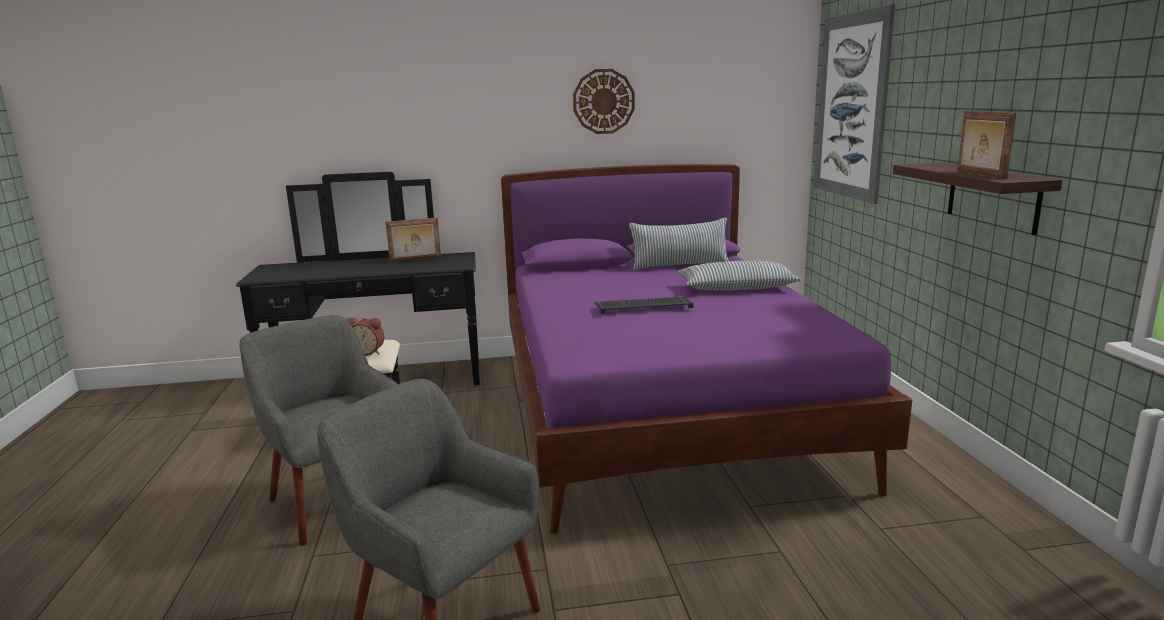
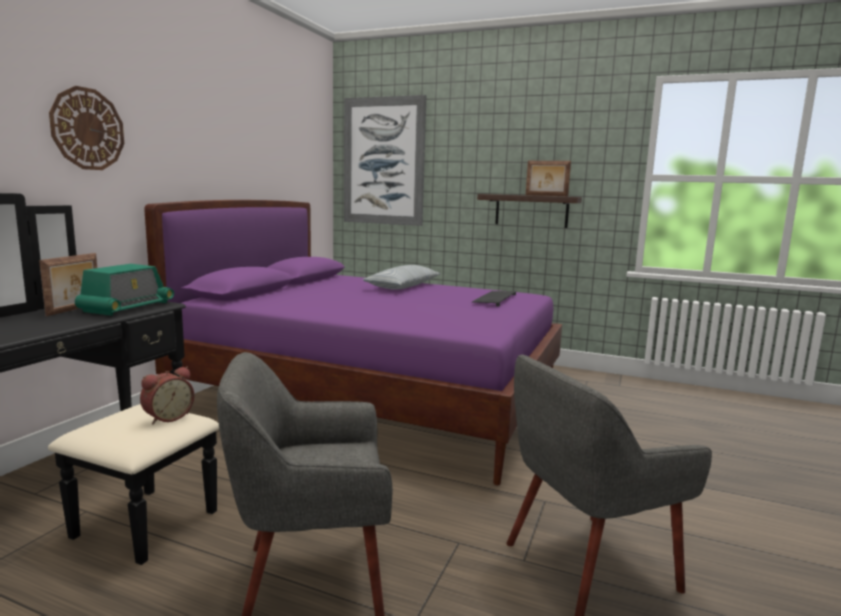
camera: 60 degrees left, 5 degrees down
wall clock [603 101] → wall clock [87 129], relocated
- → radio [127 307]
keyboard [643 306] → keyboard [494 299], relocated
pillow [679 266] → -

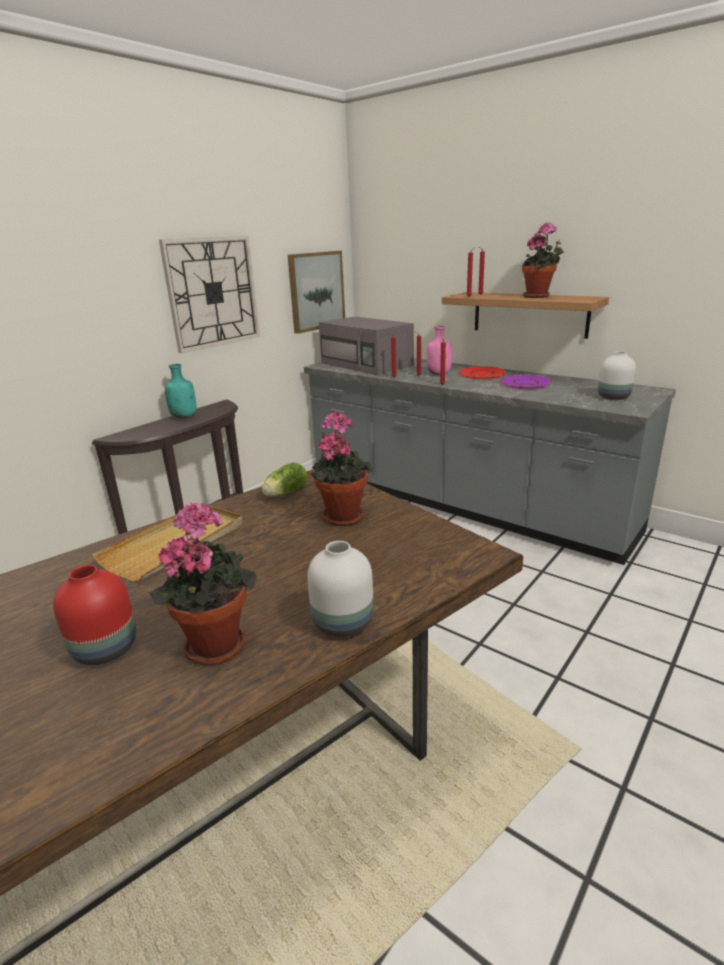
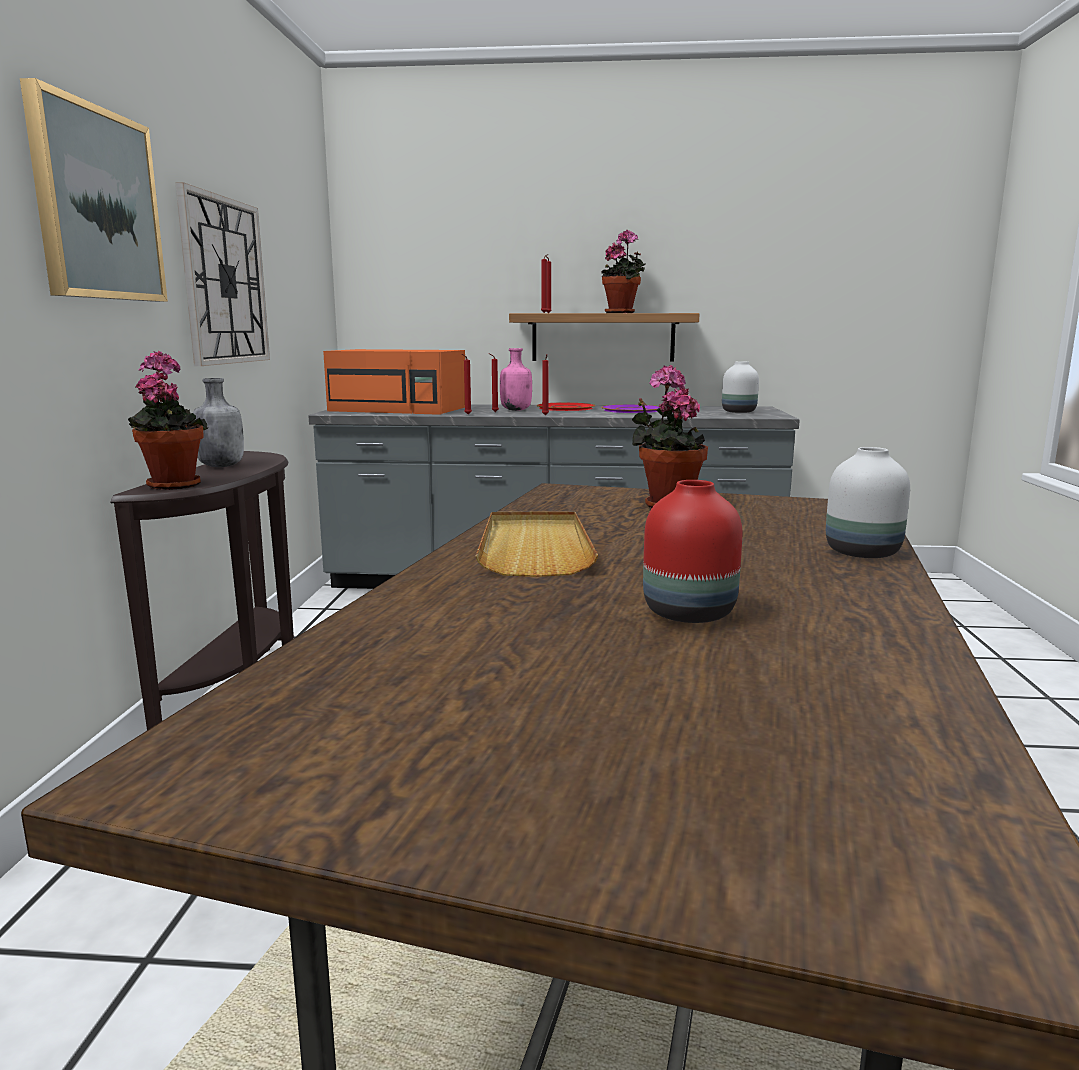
camera: 35 degrees left, 10 degrees down
picture [316 291] → picture [96 205], relocated
potted plant [216 642] → potted plant [172 484], relocated
turquoise bottle [184 416] → grey bottle [222 466]
grey microwave [367 364] → orange microwave [399 409]
lettuce [284 493] → -

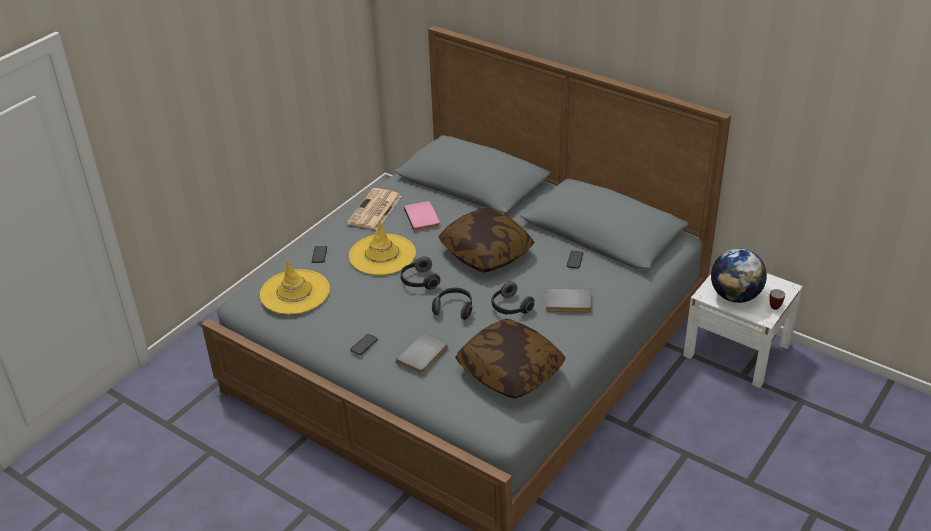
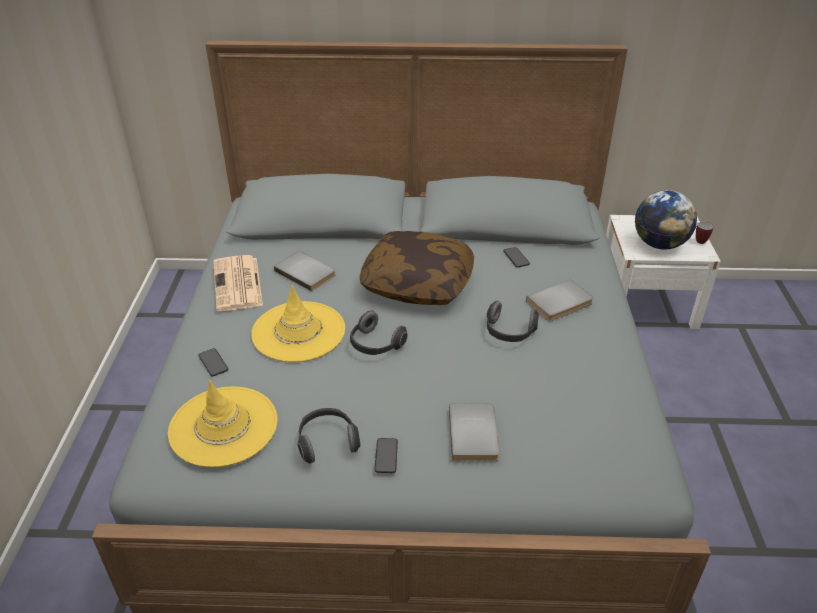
camera: 35 degrees left, 0 degrees up
pink book [423 217] → grey book [307 272]
headphones [454 309] → headphones [327 442], relocated
pillow [510 371] → -

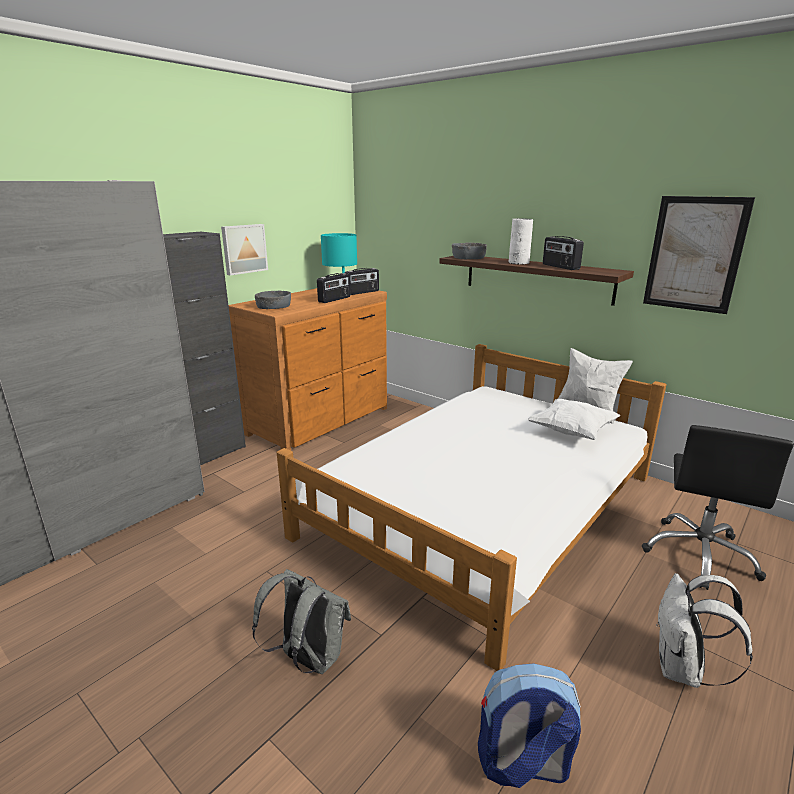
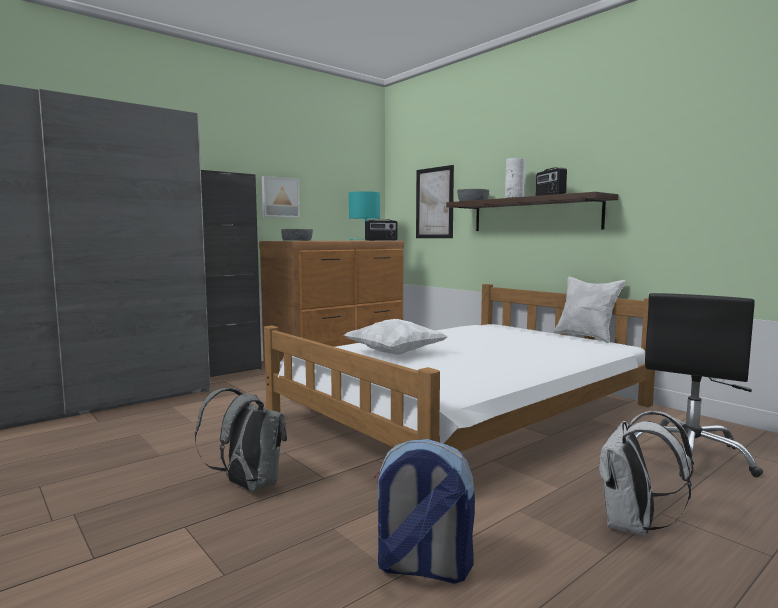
camera: 10 degrees right, 15 degrees down
white pillow [572 432] → white pillow [395 353], relocated
picture [694 254] → picture [434 203], relocated
radio [334 299] → -

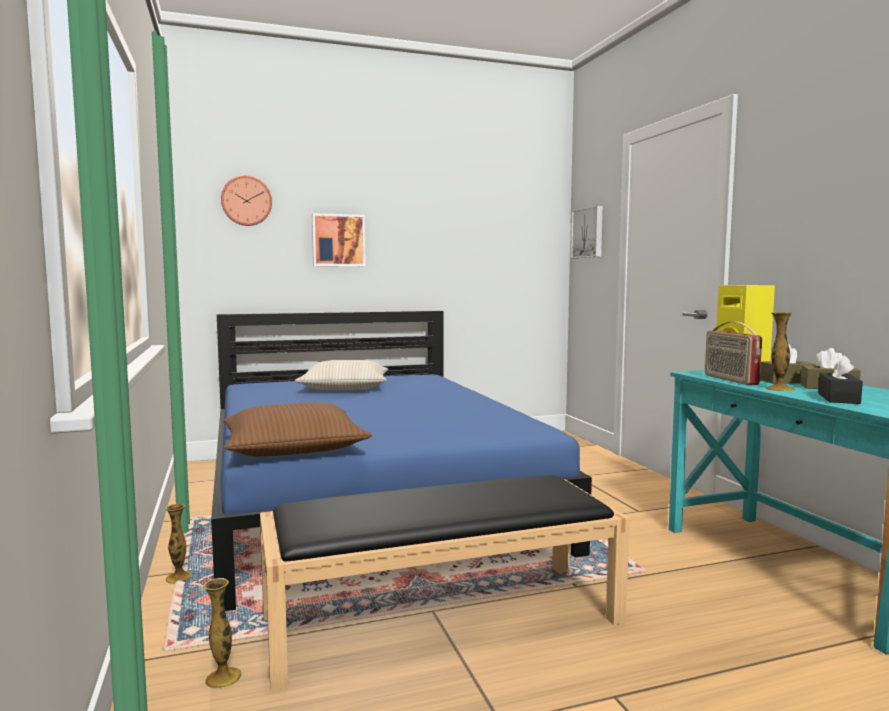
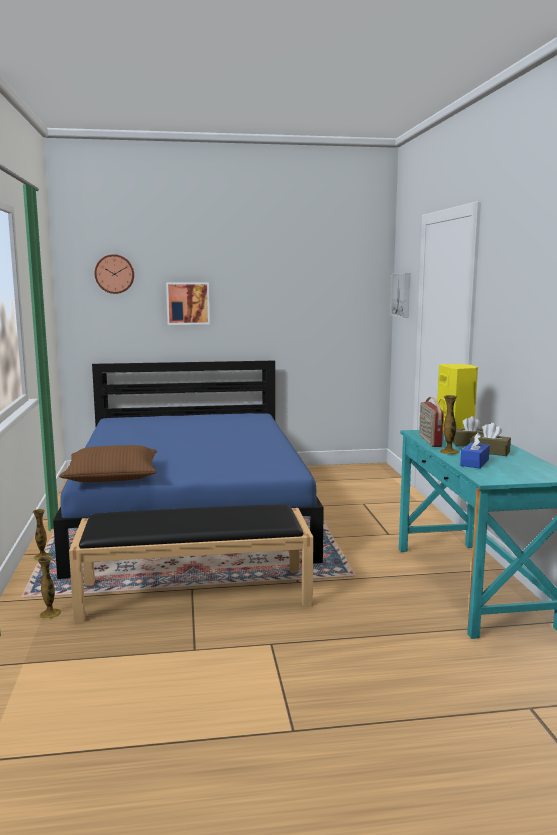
camera: 10 degrees right, 5 degrees up
black tissue box [838 398] → blue tissue box [474 462]
beige pillow [345 388] → -

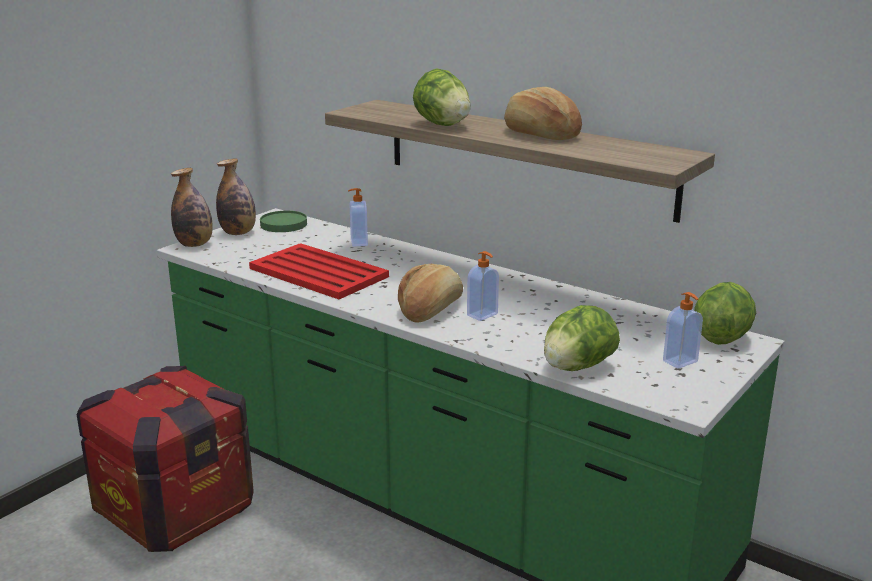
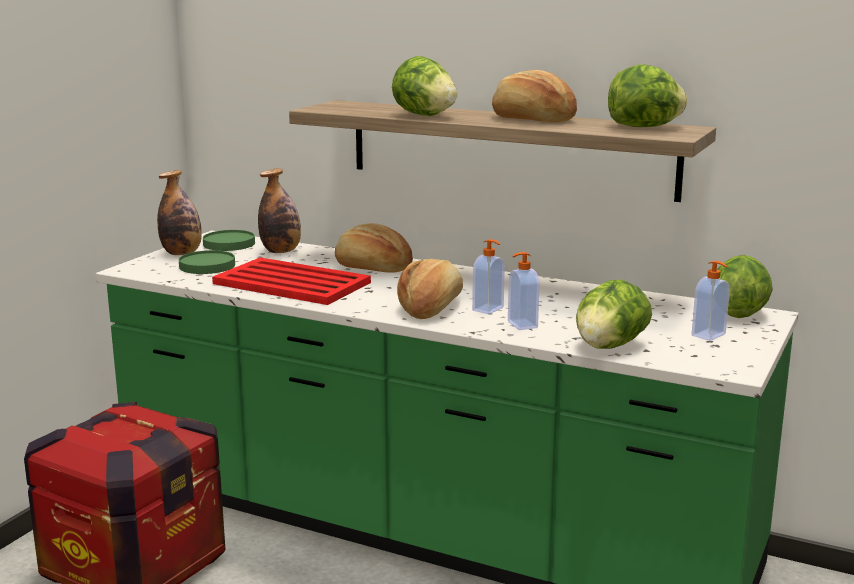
camera: 10 degrees left, 5 degrees down
- → green plate [206 266]
bottle [194 244] → bottle [281 251], relocated
- → bread [372 267]
soap dispenser [358 242] → soap dispenser [521 325], relocated
- → lettuce [644 127]

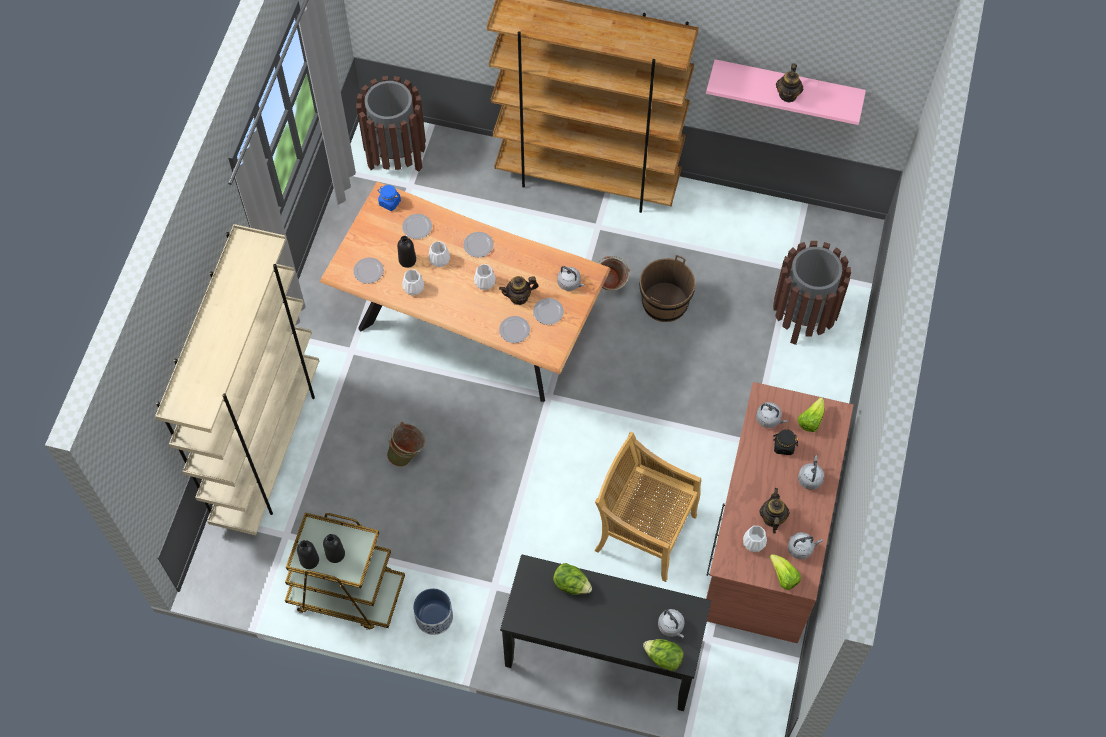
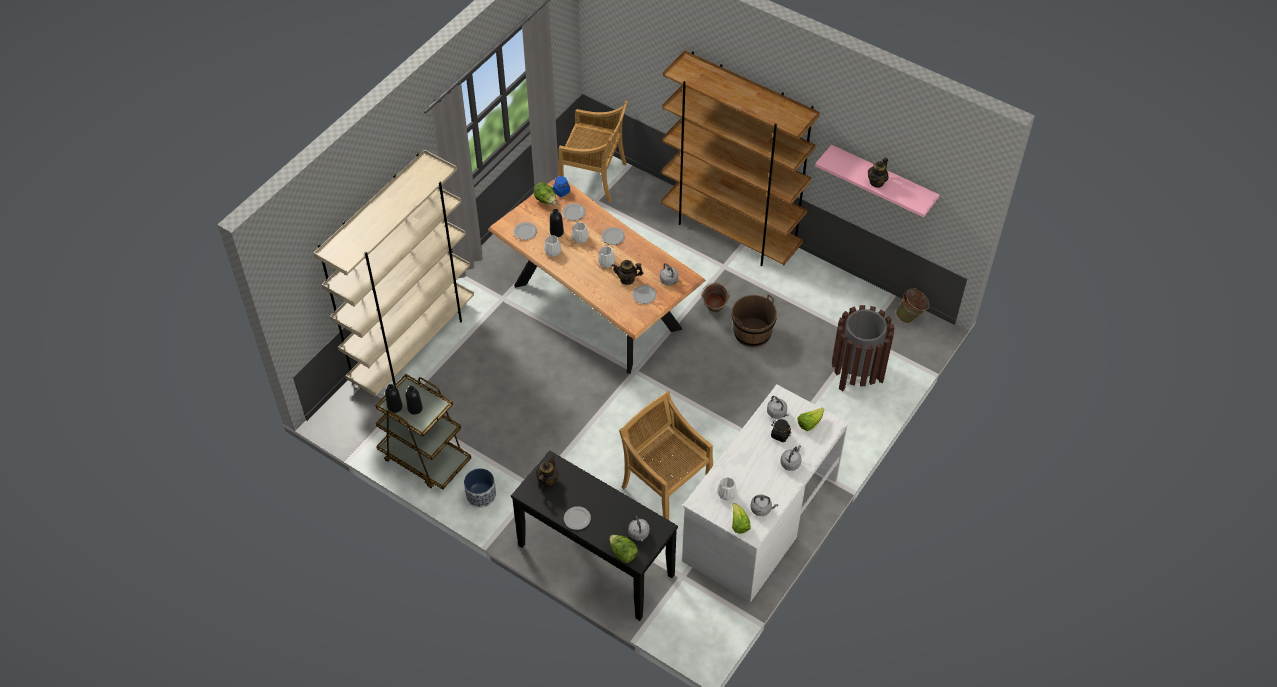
camera: 20 degrees right, 10 degrees down
lettuce [571 584] → lettuce [546 200], relocated
teapot [772 518] → teapot [547 480], relocated
brown trash can [396 155] → beige chair [594 177]
plate [514 330] → plate [577 518], relocated
brown desk [767 538] → white desk [759 520]
green bucket [408 455] → green bucket [911 317], relocated

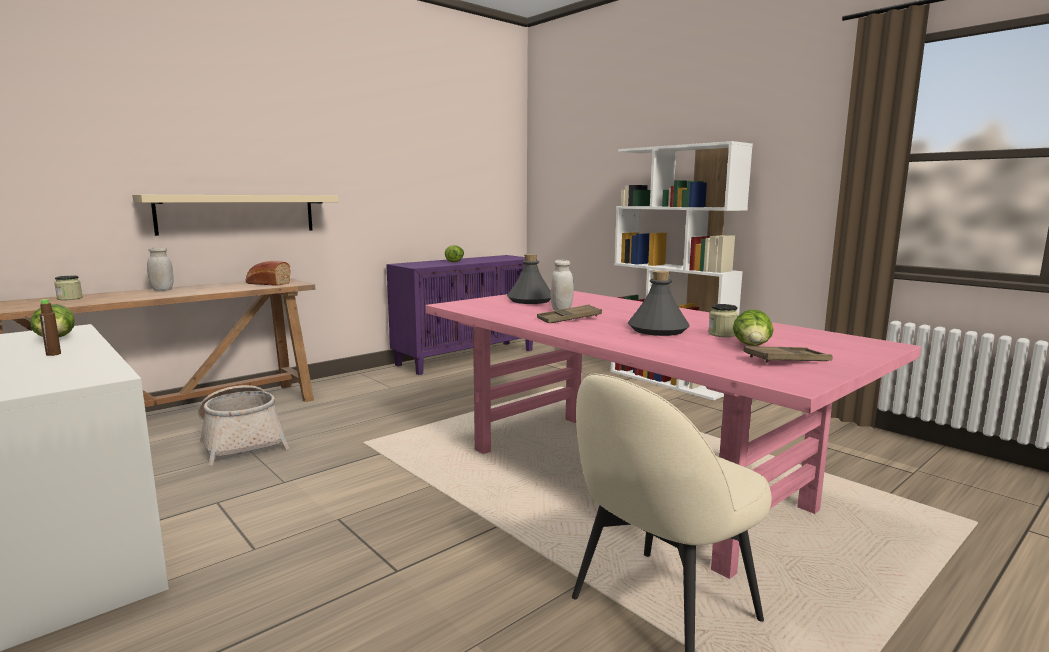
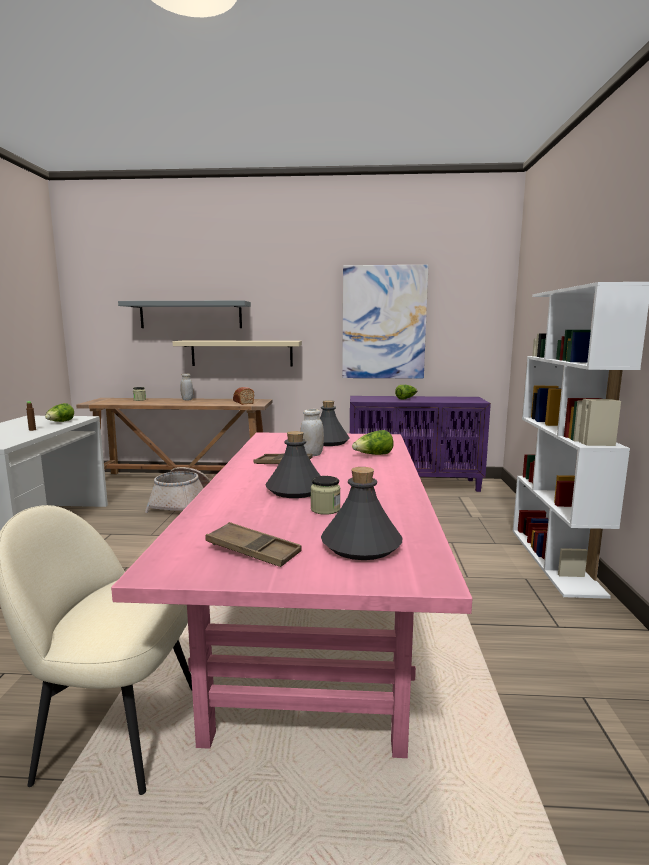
camera: 45 degrees right, 0 degrees up
- → grey shelf [190 315]
- → grey bottle [362 545]
- → picture [384 322]
lettuce [752 347] → lettuce [373 455], relocated

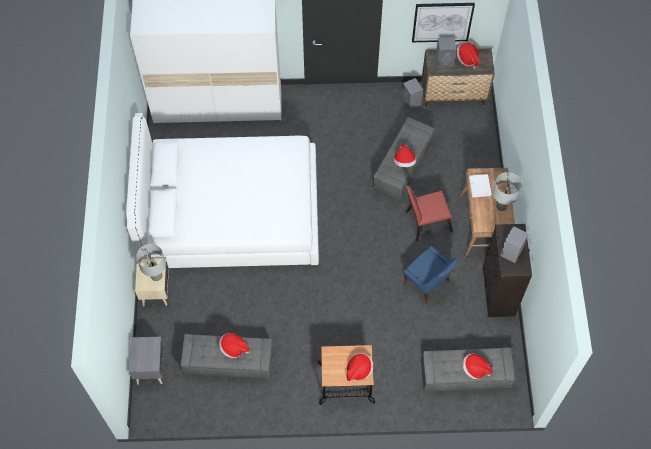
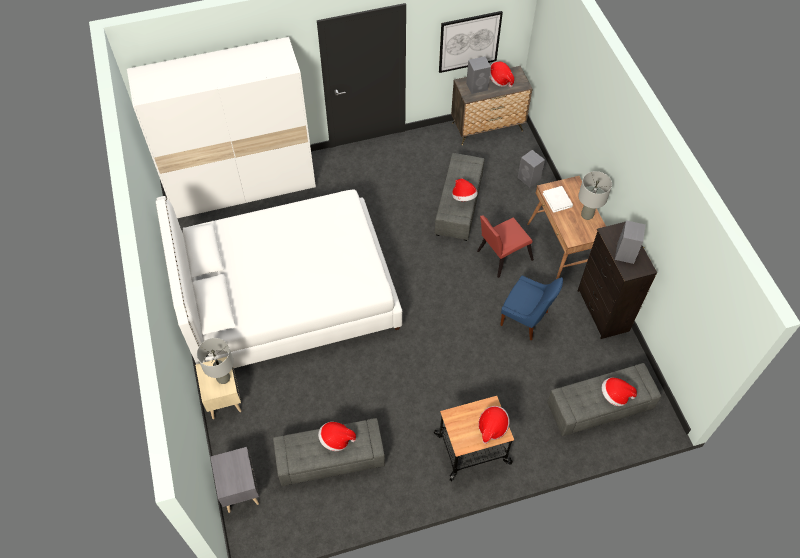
camera: 15 degrees left, 5 degrees down
grey speaker [411 102] → grey speaker [529 179], relocated

